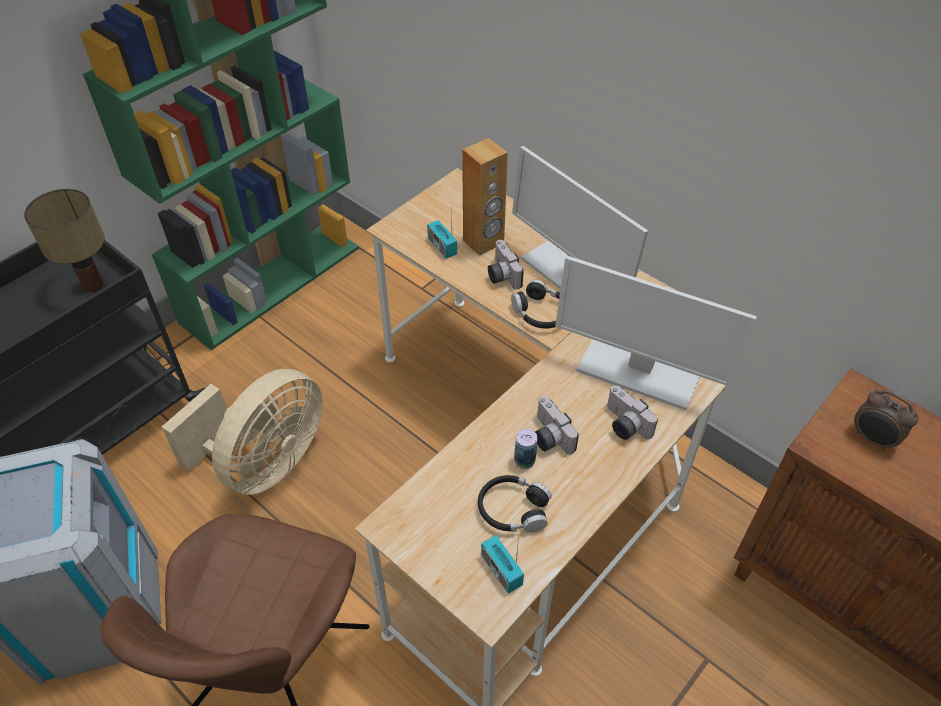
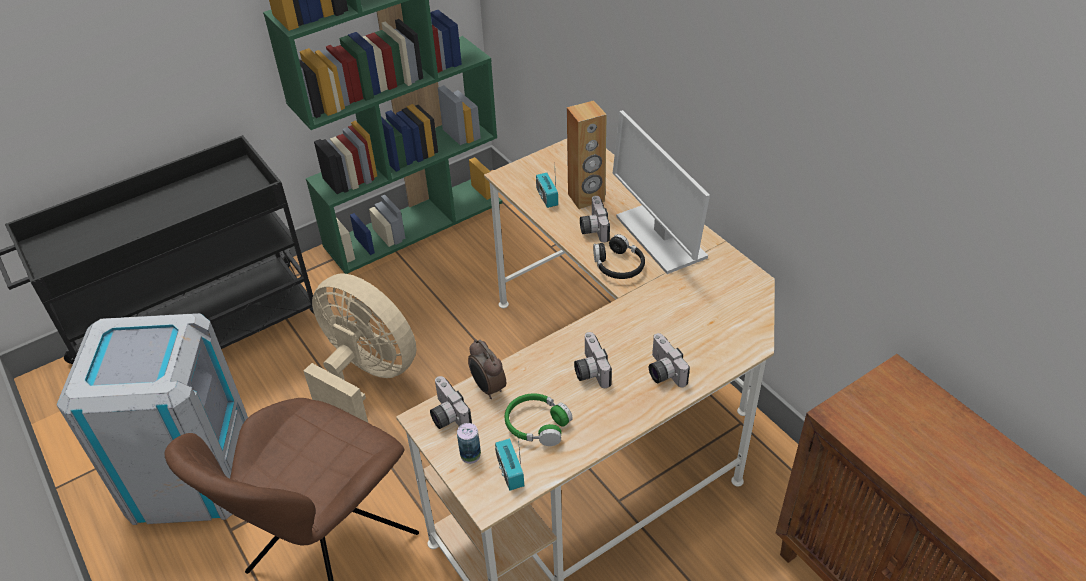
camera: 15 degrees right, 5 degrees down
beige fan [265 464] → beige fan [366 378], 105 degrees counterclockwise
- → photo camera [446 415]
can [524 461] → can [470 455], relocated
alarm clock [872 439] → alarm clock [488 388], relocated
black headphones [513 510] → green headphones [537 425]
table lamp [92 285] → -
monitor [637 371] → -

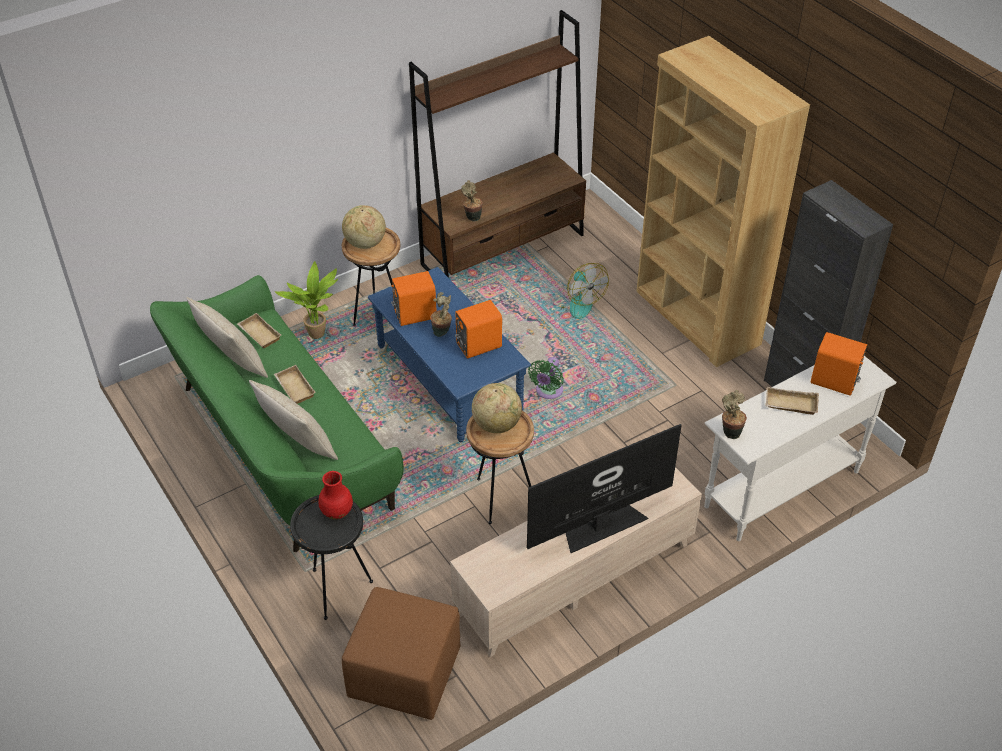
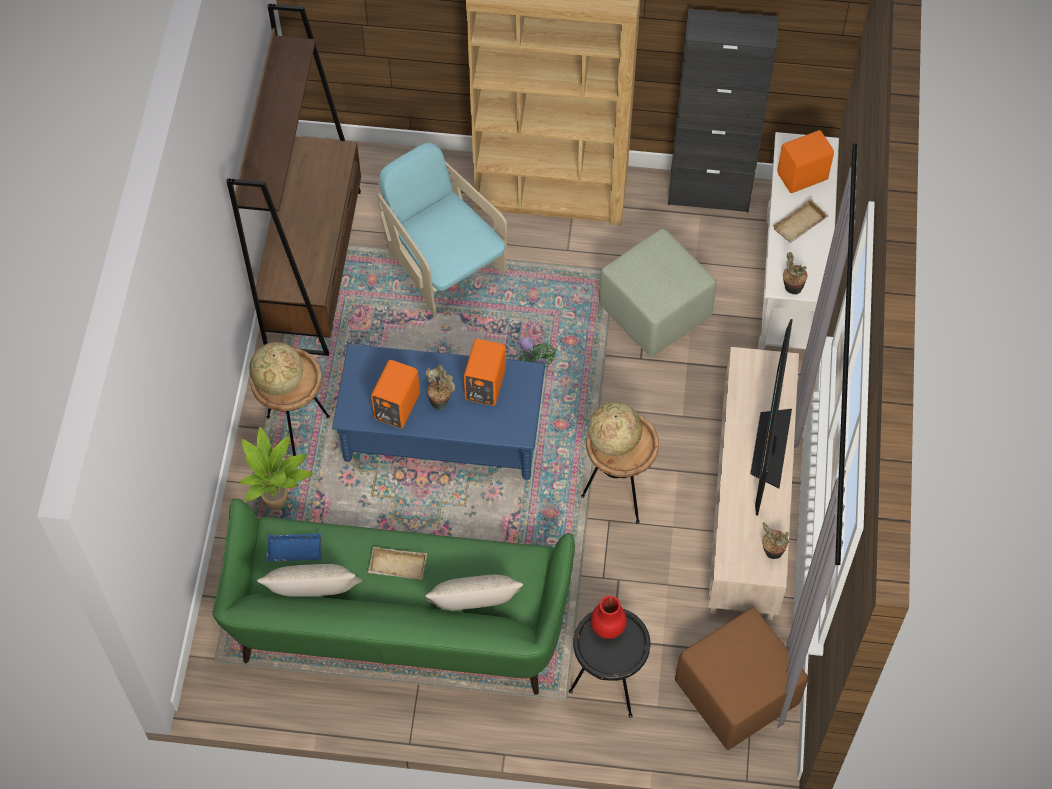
camera: 50 degrees left, 15 degrees up
beige tray [258 334] → blue tray [294 551]
fan [576 303] → turquoise armchair [443 265]
- → green ottoman [656 312]
potted plant [472 217] → potted plant [771 552], relocated

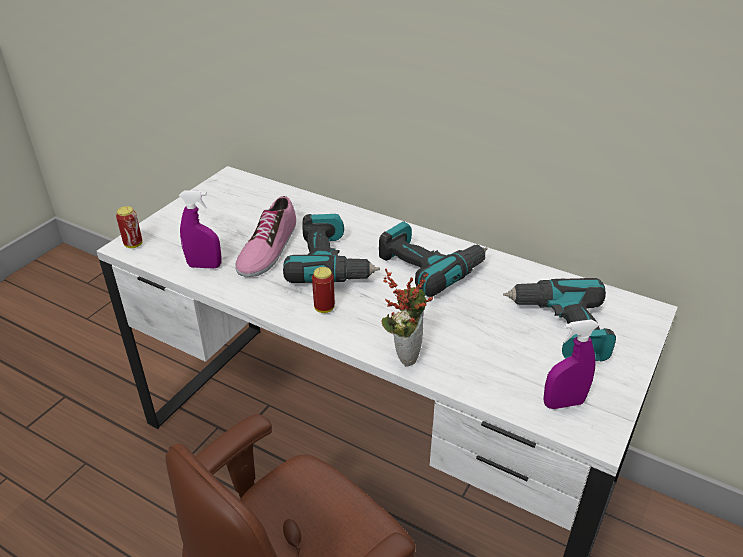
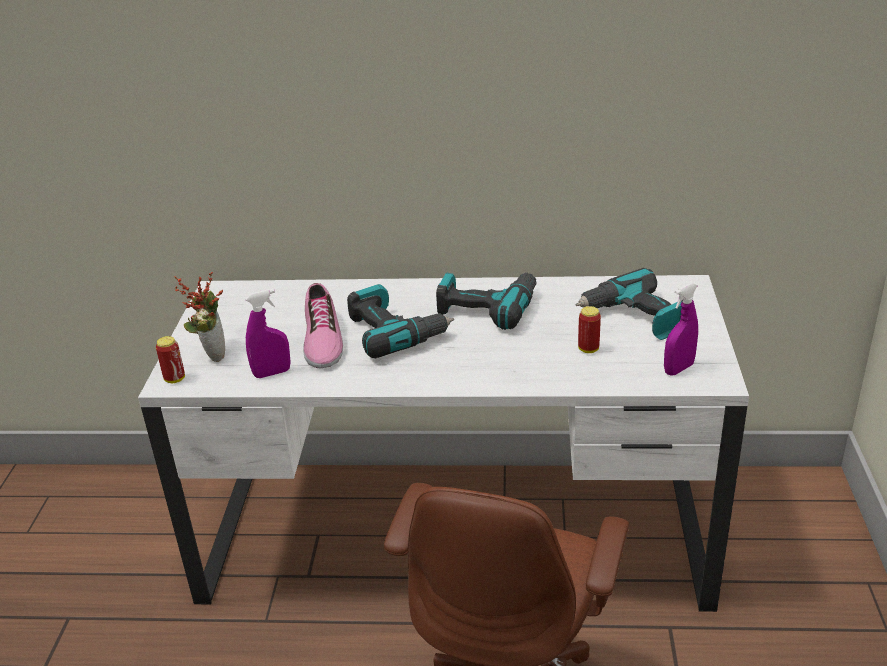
camera: 25 degrees left, 5 degrees down
potted plant [404 352] → potted plant [212 353], relocated
can [324 308] → can [588 349], relocated

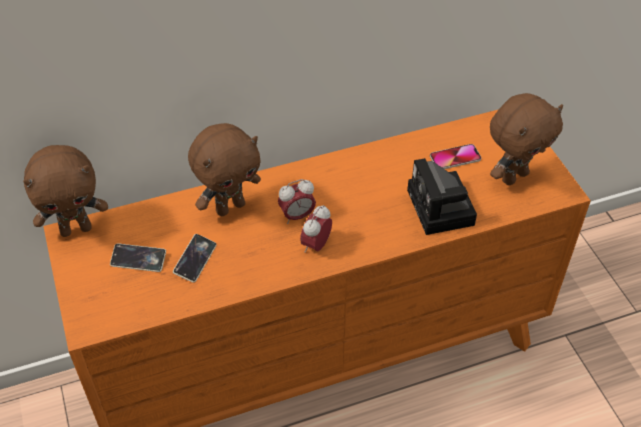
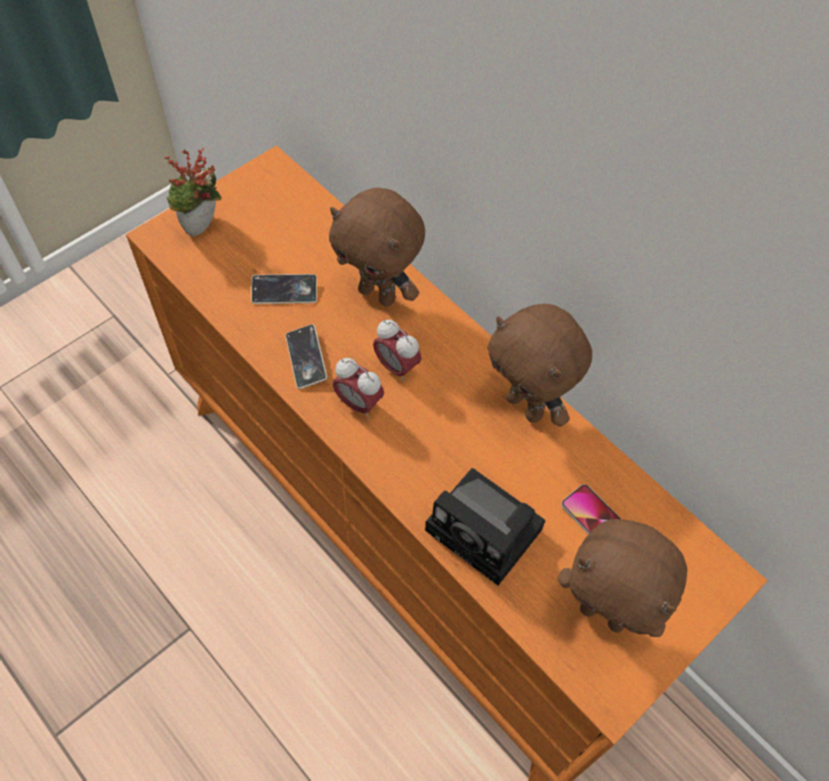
camera: 65 degrees right, 10 degrees up
- → potted plant [203 229]
phone [138 260] → phone [306 359], relocated
alarm clock [316 245] → alarm clock [358 403], 150 degrees counterclockwise
photo camera [442 210] → photo camera [488 532], 105 degrees counterclockwise
brown plush toy [76 229] → brown plush toy [526 406], relocated

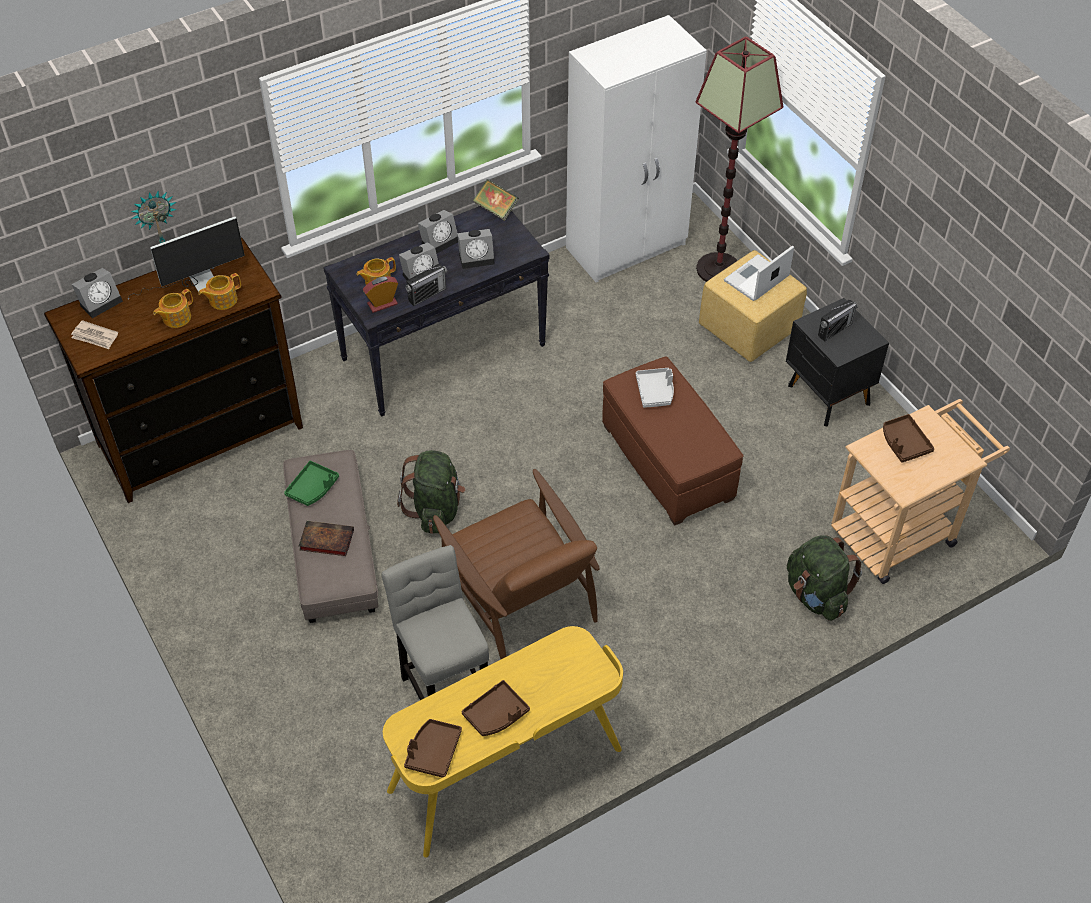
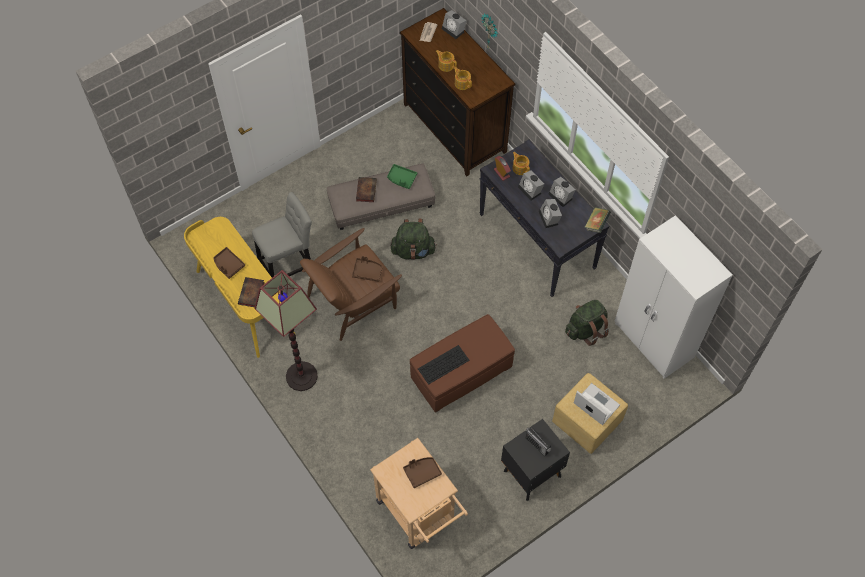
camera: 85 degrees right, 10 degrees up
- → book [251 294]
floor lamp [718 269] → floor lamp [301 376], relocated
brown tray [433 752] → brown tray [367 271], relocated
- → keyboard [443 365]
green backpack [816 595] → green backpack [585 329], relocated
monitor [194 283] → -
radio [427 294] → -
grey tray [655 392] → -

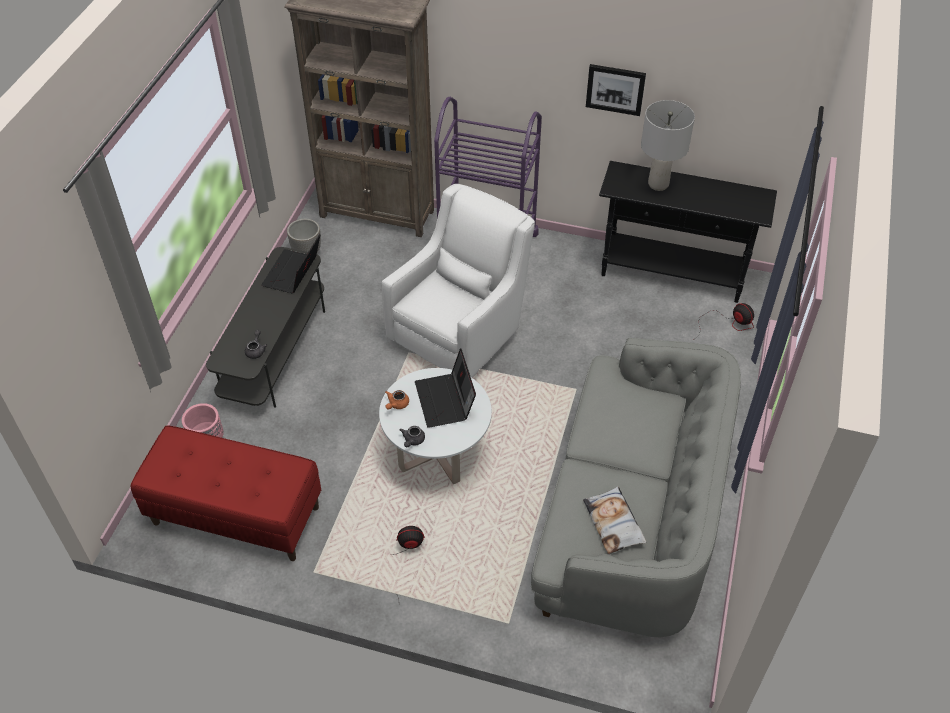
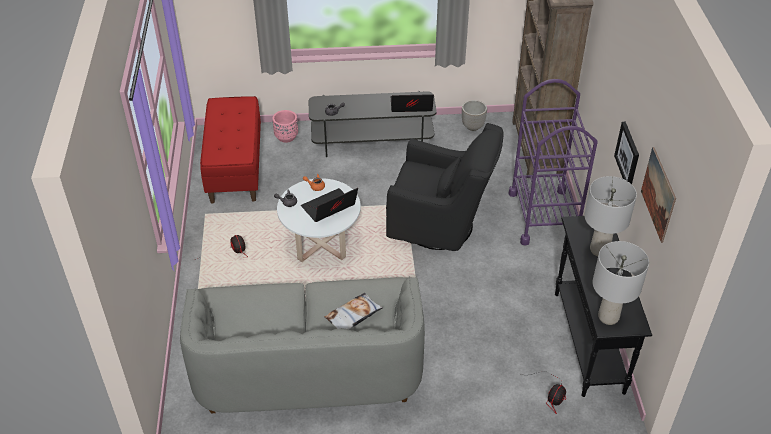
camera: 70 degrees right, 5 degrees down
pillow [614 523] → pillow [353 316], relocated
white armchair [461 332] → black armchair [441 226]
- → grey table lamp [608 317]
- → picture [658 194]

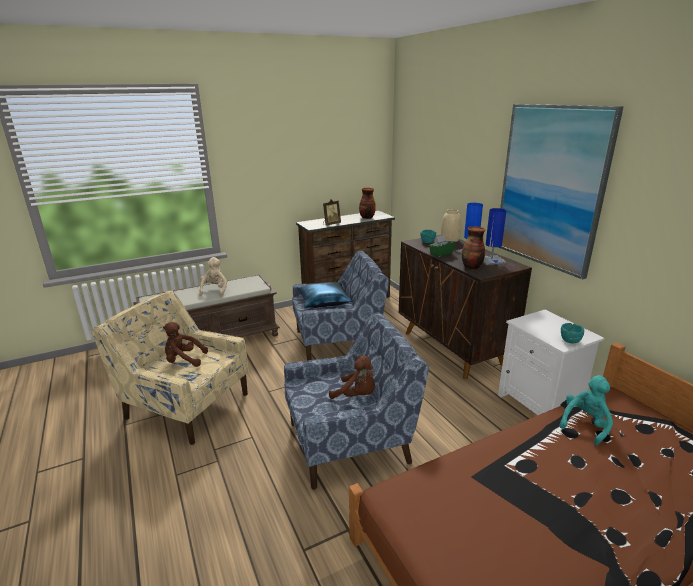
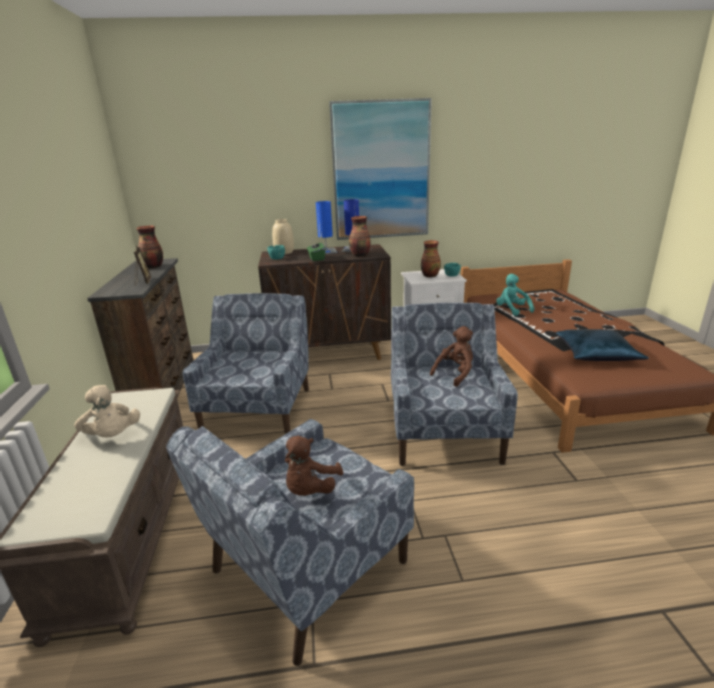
camera: 70 degrees left, 0 degrees up
beige plush toy [215 290] → beige plush toy [112 436], 150 degrees counterclockwise
beige armchair [186 405] → blue armchair [306 568]
- → vase [430 276]
blue pillow [324 301] → blue pillow [596 354], relocated

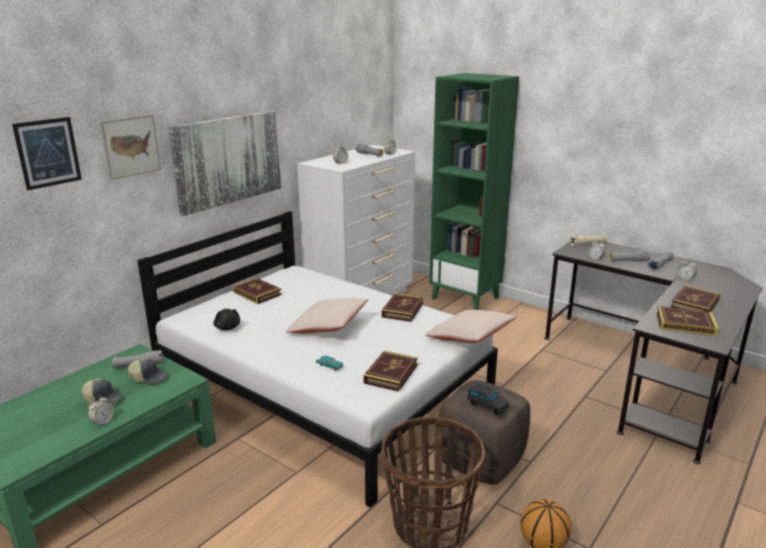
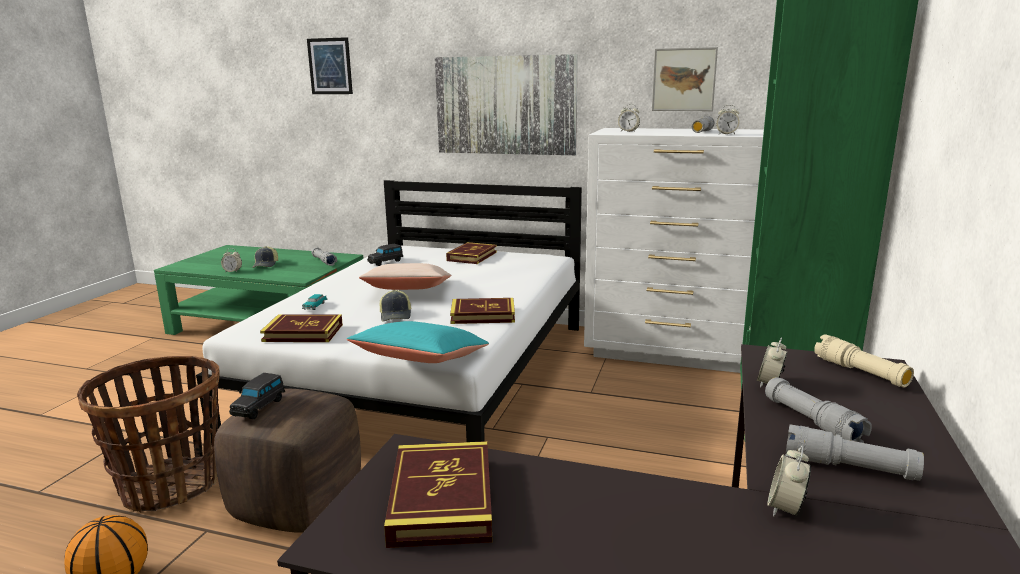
camera: 70 degrees right, 5 degrees down
beige pillow [470 338] → turquoise pillow [421 361]
black plush toy [227 327] → black toy car [386 262]
cap [149 377] → cap [396 315], relocated
picture [131 146] → picture [684 79], relocated
book [695 304] → -

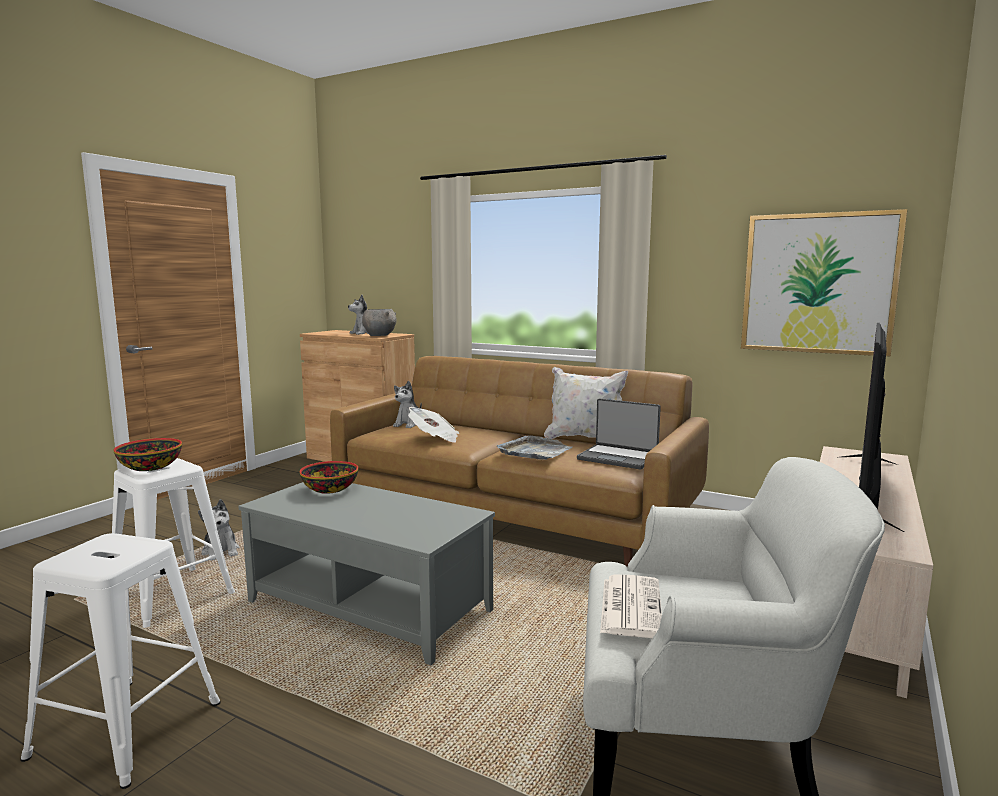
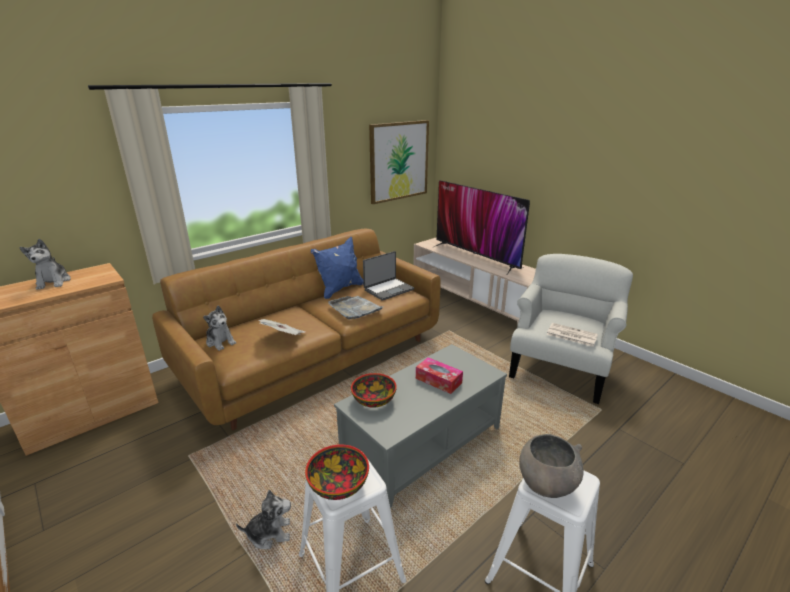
camera: 70 degrees left, 15 degrees up
white pillow [584 440] → blue pillow [340 289]
- → tissue box [438 380]
grey bowl [379 335] → grey bowl [546 484], relocated

